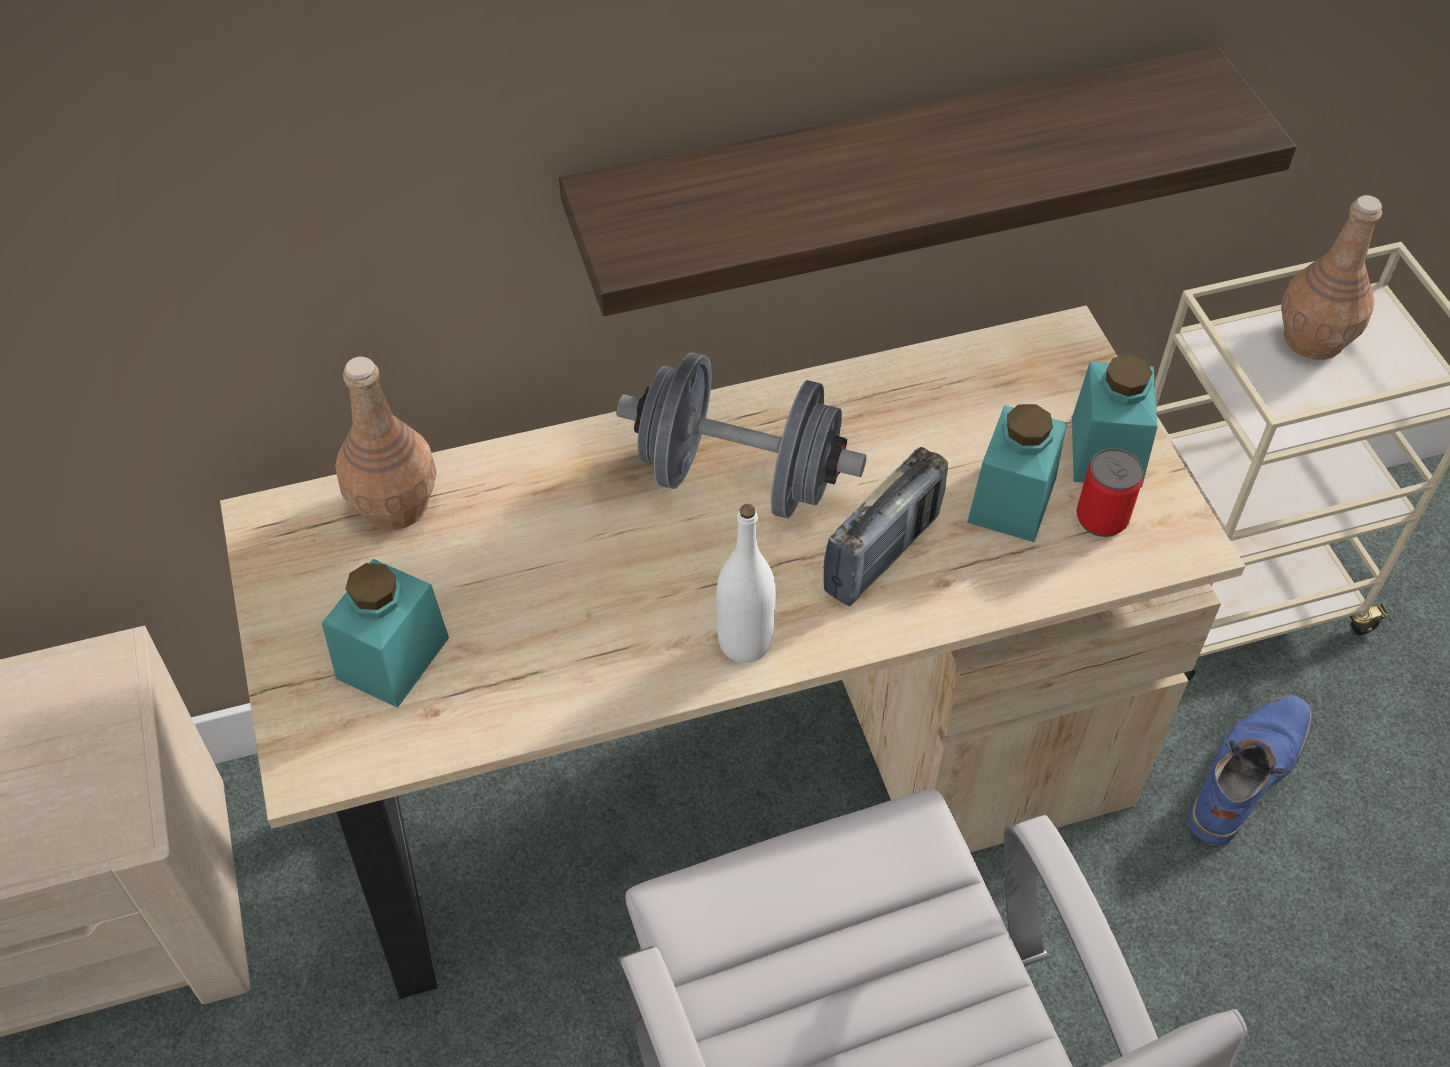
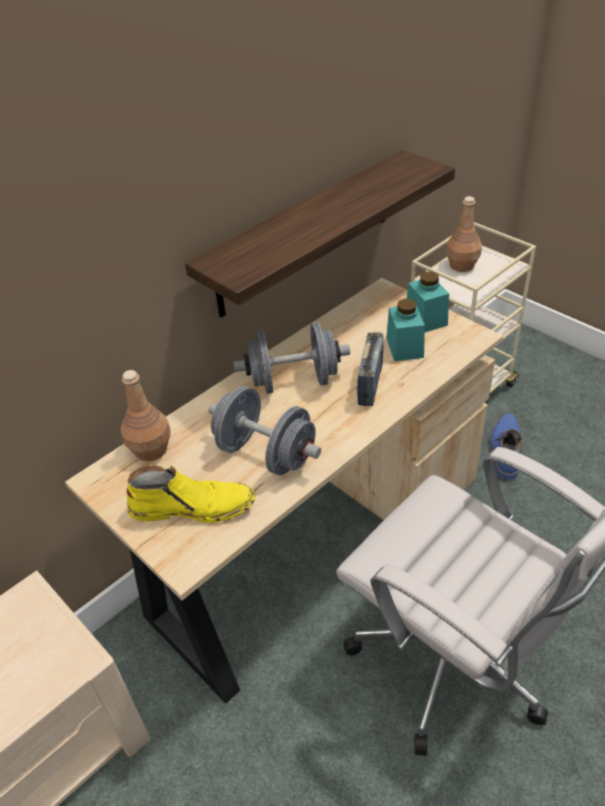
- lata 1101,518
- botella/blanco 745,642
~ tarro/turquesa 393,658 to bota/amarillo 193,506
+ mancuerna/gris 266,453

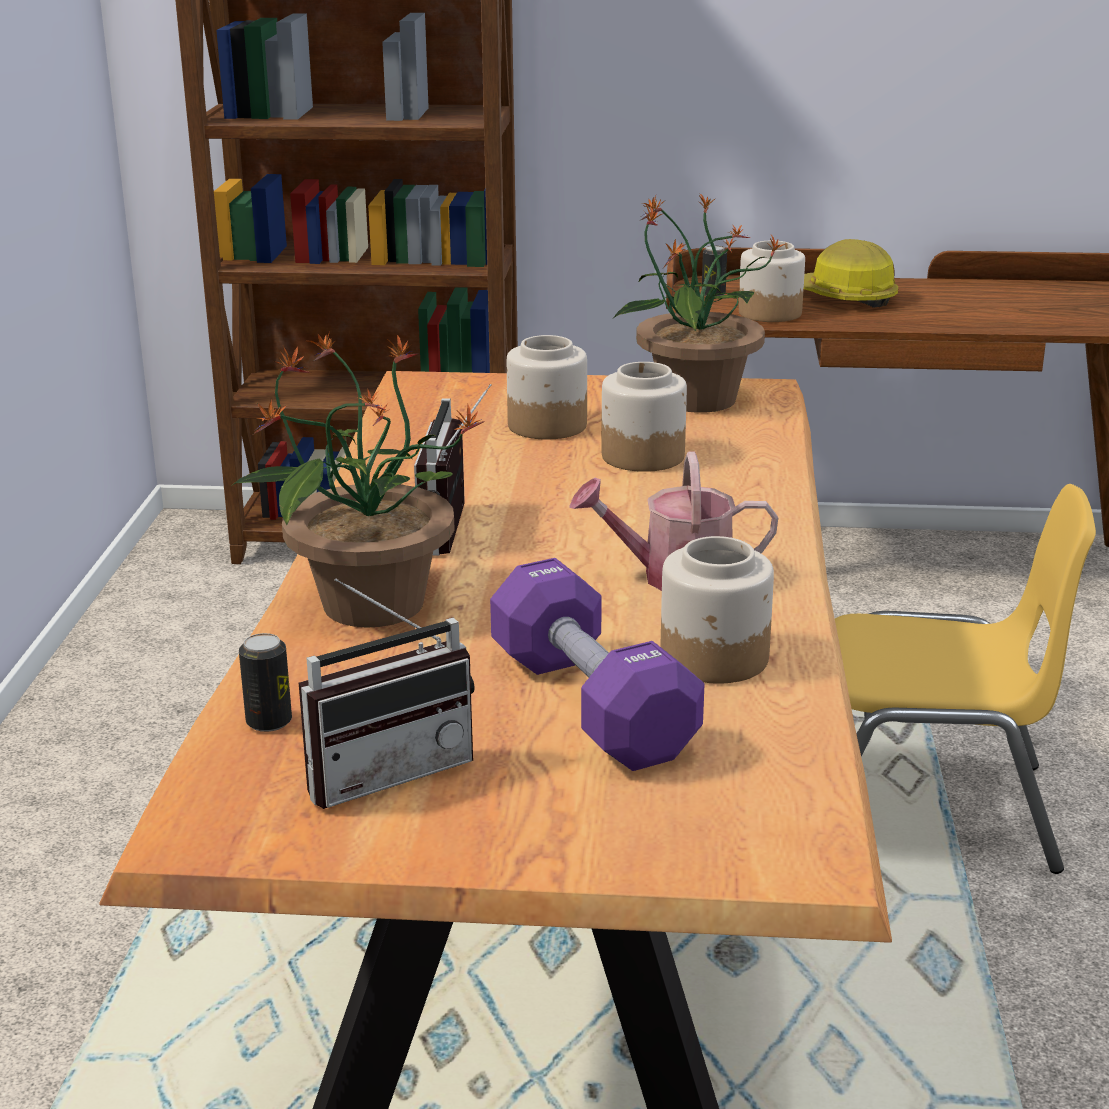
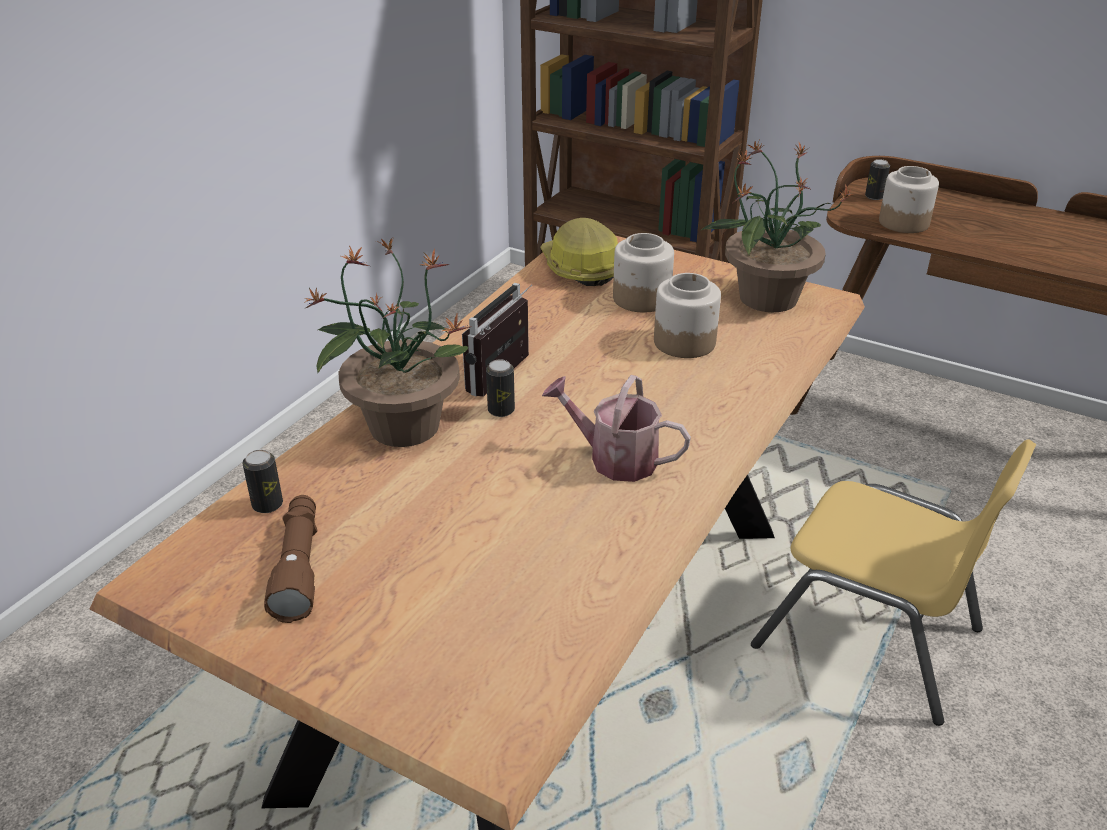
~ casco 844,298 to 580,268
- tarro 715,658
- mancuerna/morado 591,705
~ radio 384,769 to linterna/marrón 299,567
+ lata 501,410

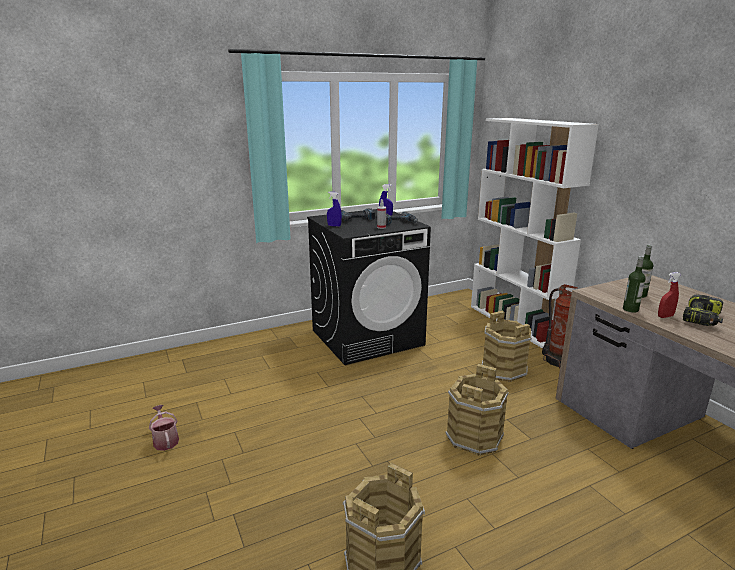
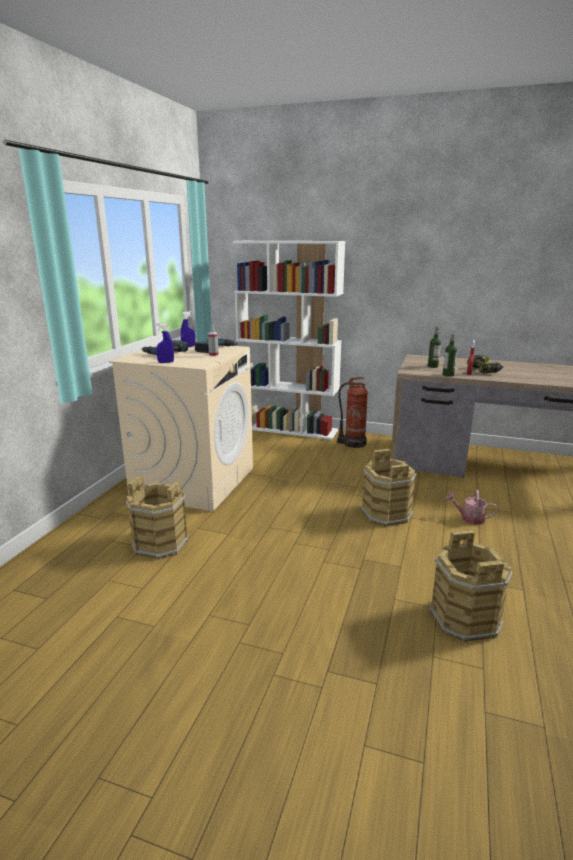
~ lavadora/negro 367,337 to lavadora/beis 194,481
~ cubo/marrón 504,370 to 160,543
~ regadera 165,440 to 469,518

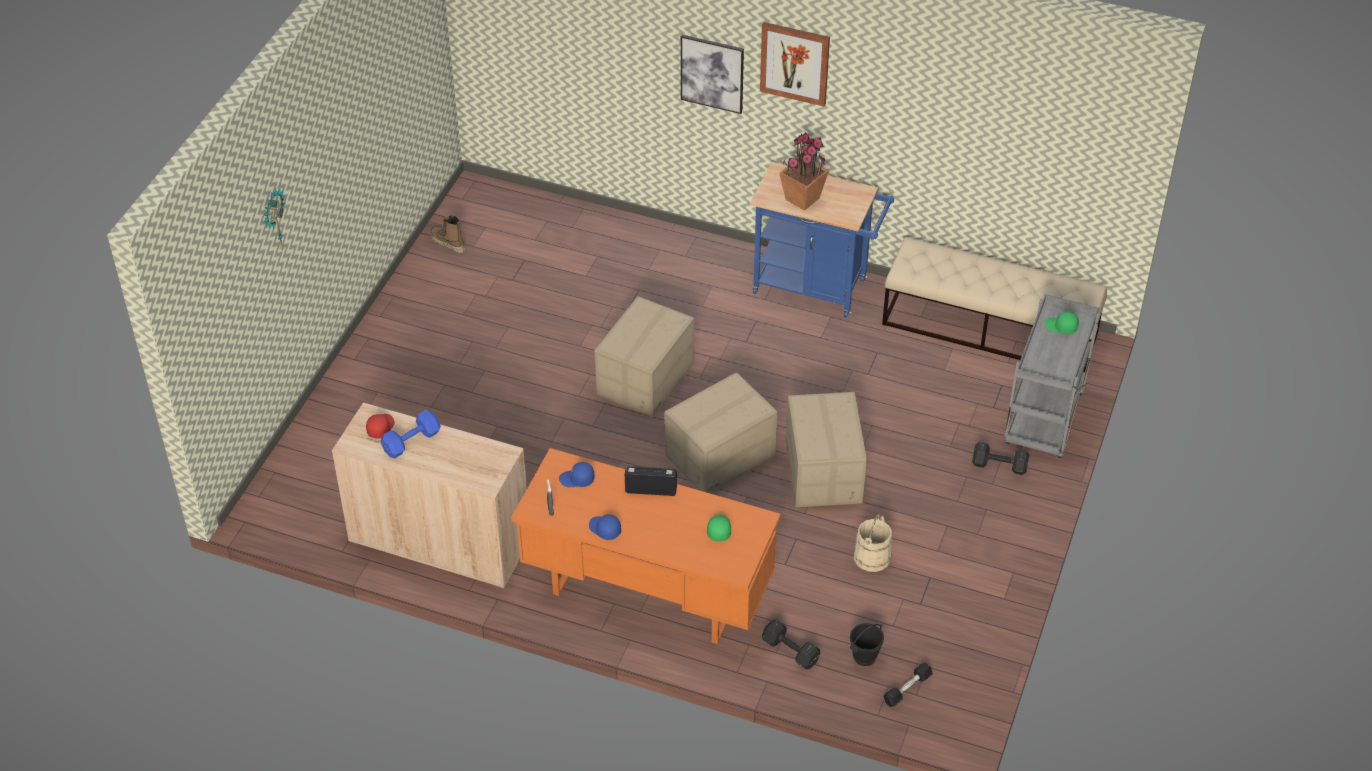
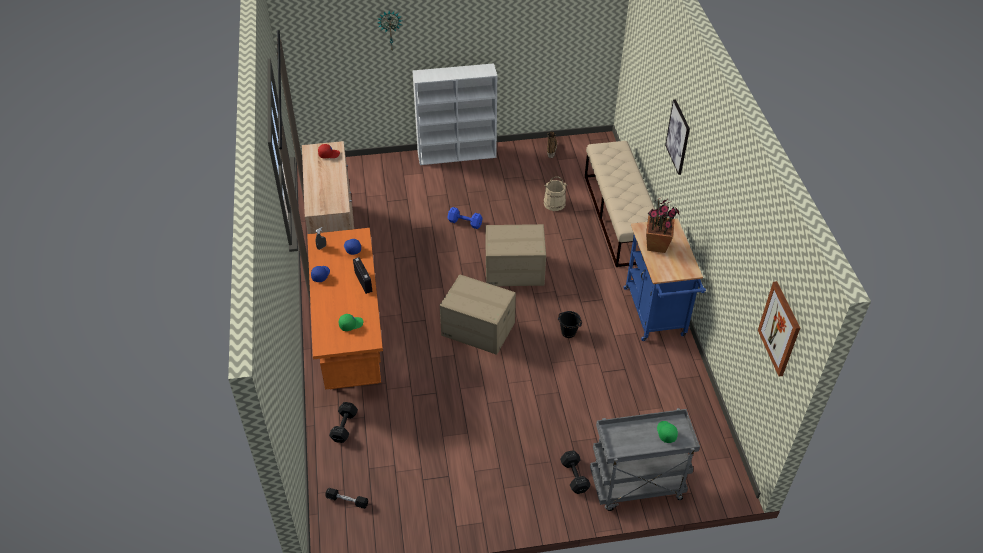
~ cuadro 795,63 to 780,329
~ banco/beis 990,329 to 619,218
- caja de cartón 824,471
~ mancuerna/azul 410,442 to 464,222
~ cubo/beis 871,556 to 554,203
~ cubo/negro 865,657 to 568,333
+ estantería/blanco 457,154

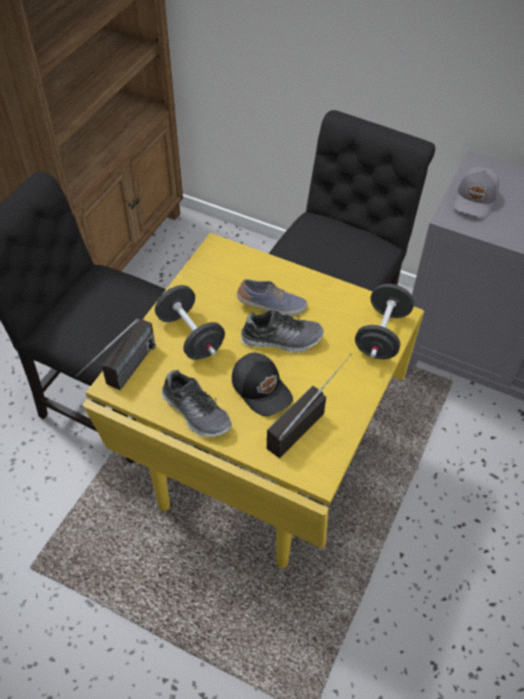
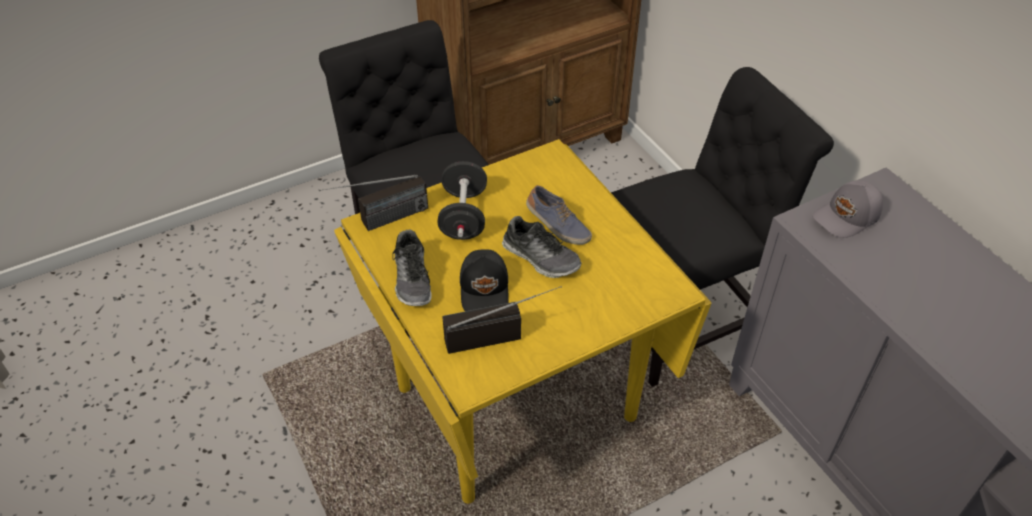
- mancuerna/negro 382,335

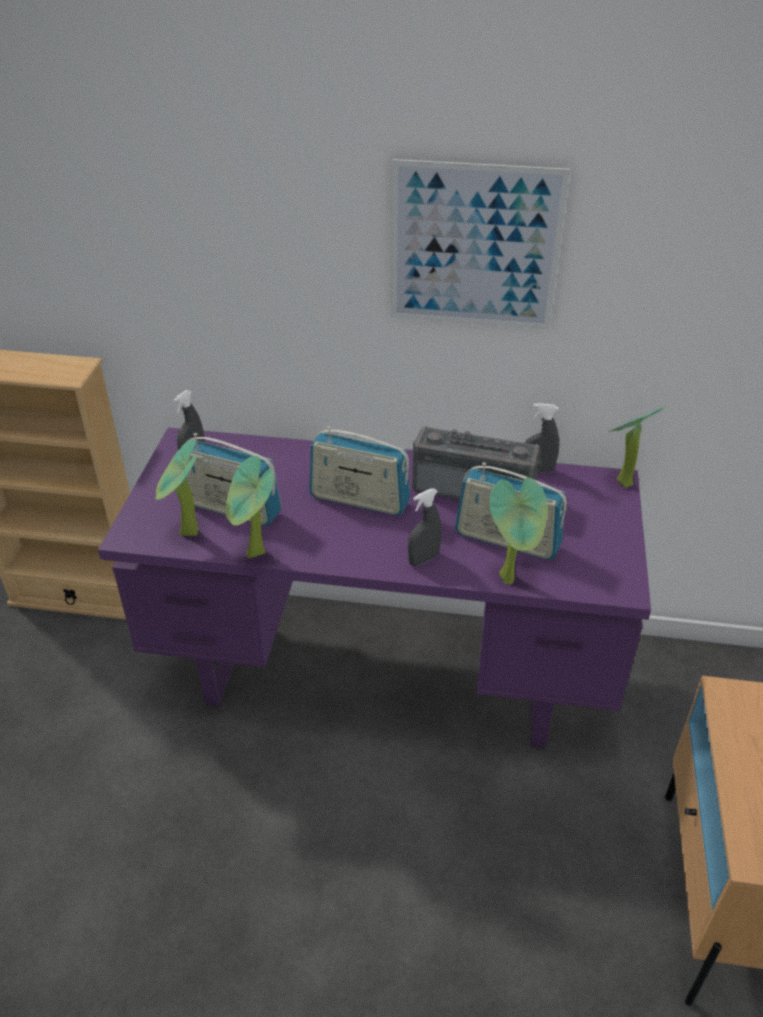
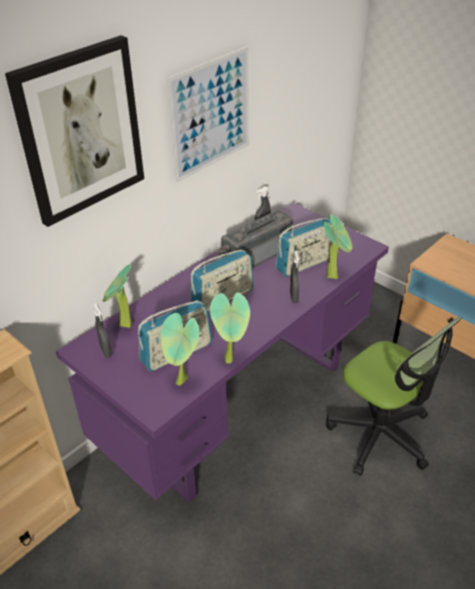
~ planta en maceta 620,483 to 123,326
+ cuadro 80,131
+ silla de oficina 380,435

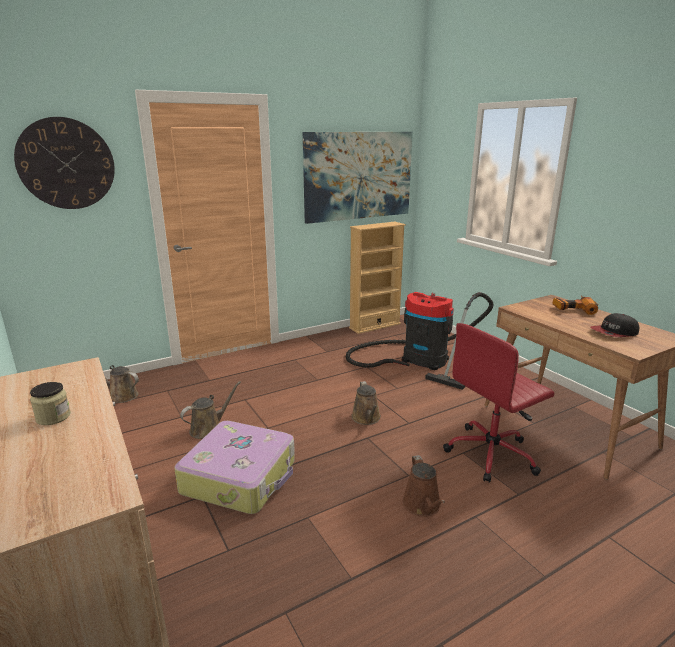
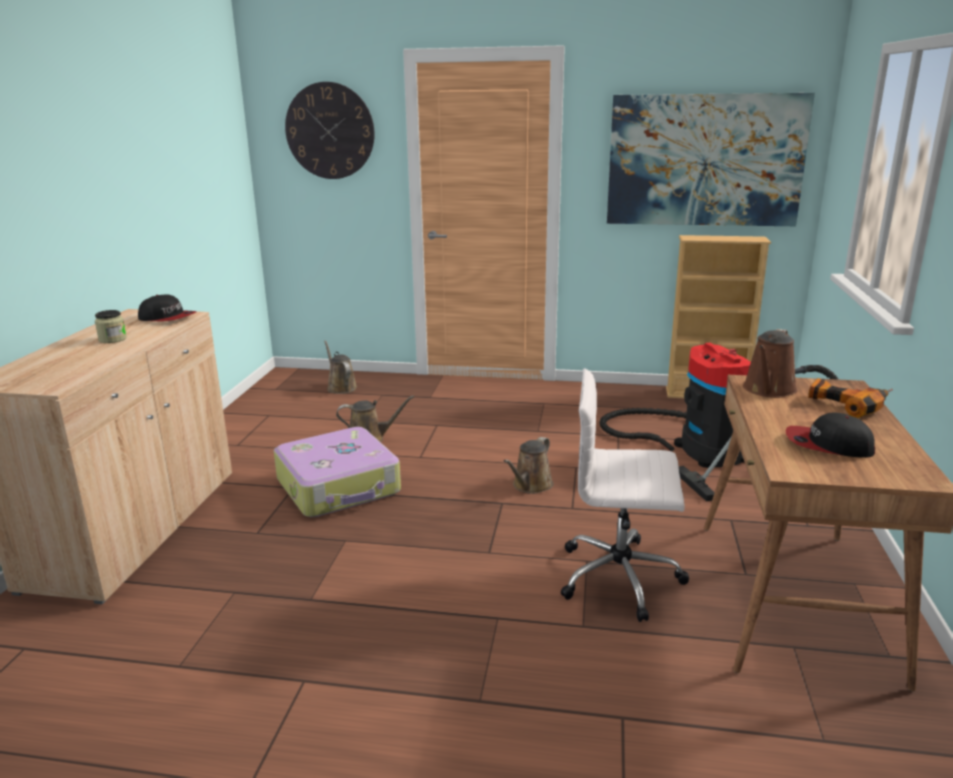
~ silla de oficina/rojo 492,454 to silla de oficina/blanco 621,577
~ regadera/marrón 423,506 to 768,390
+ gorra 168,318

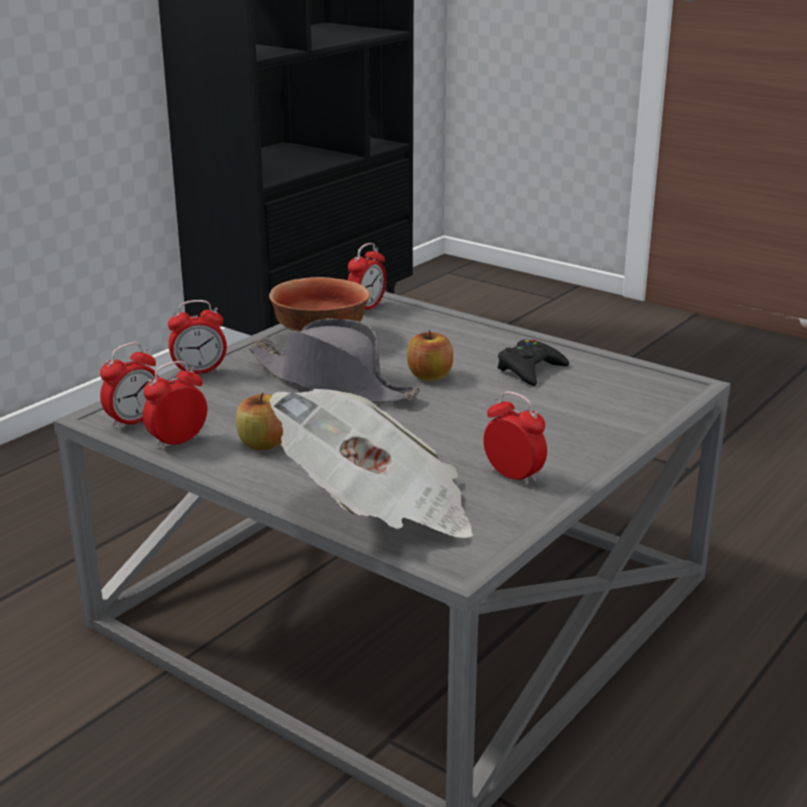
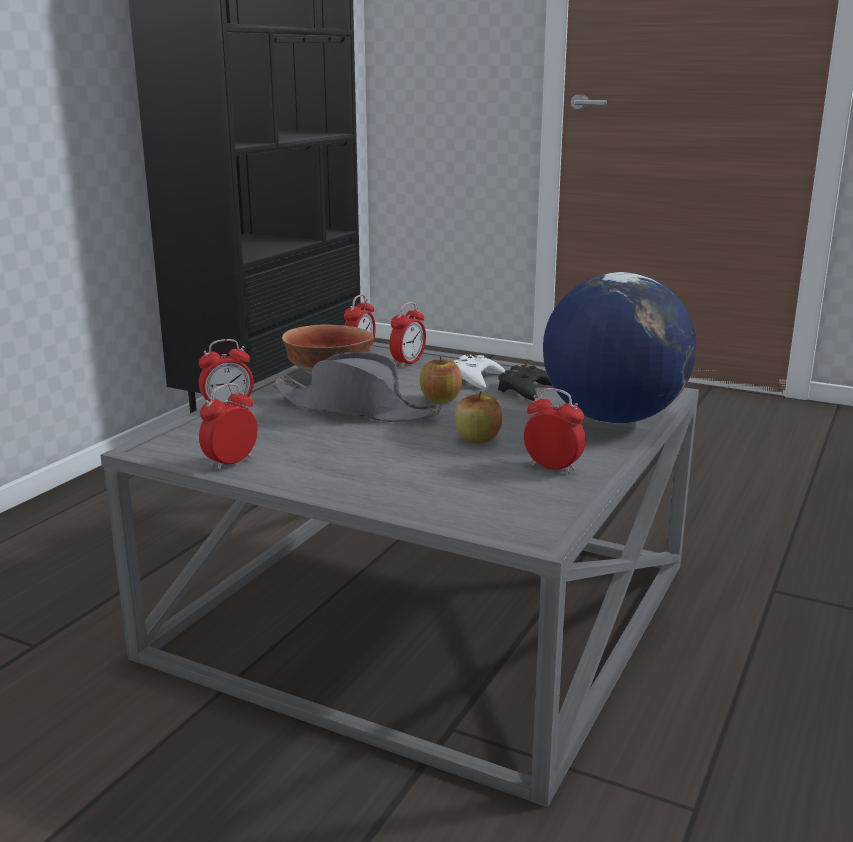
~ despertador 134,421 to 408,363
- periódico 377,510
~ manzana 263,444 to 477,439
+ globo terráqueo 612,418
+ mando de consola/blanco 474,378

